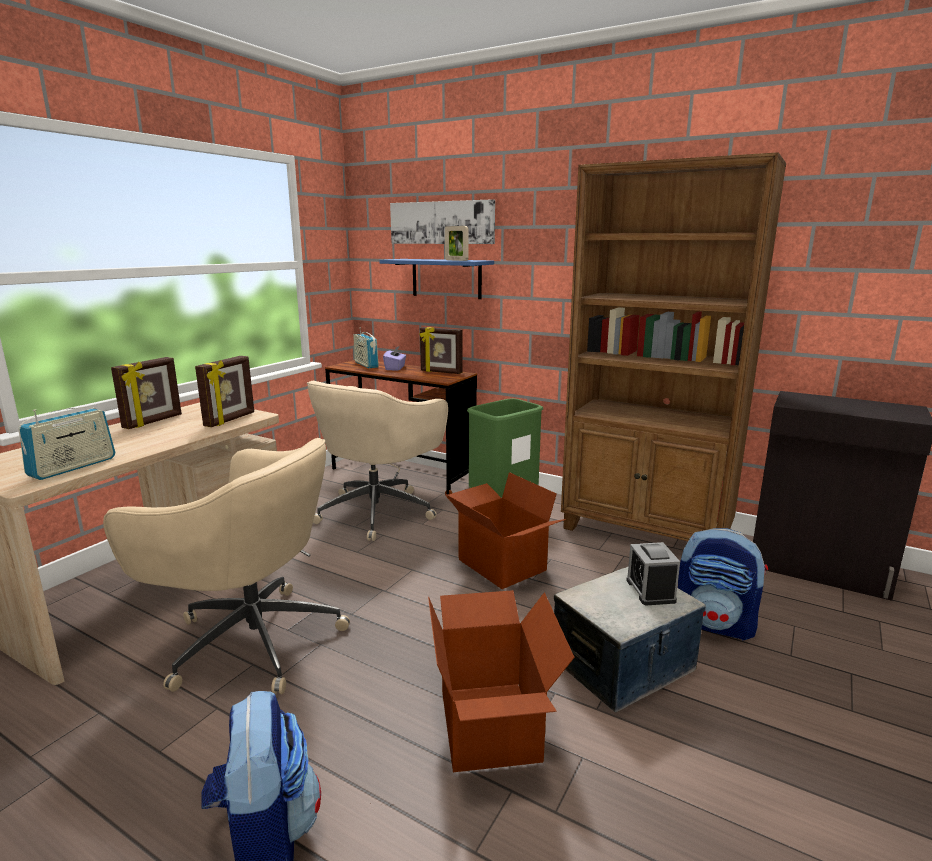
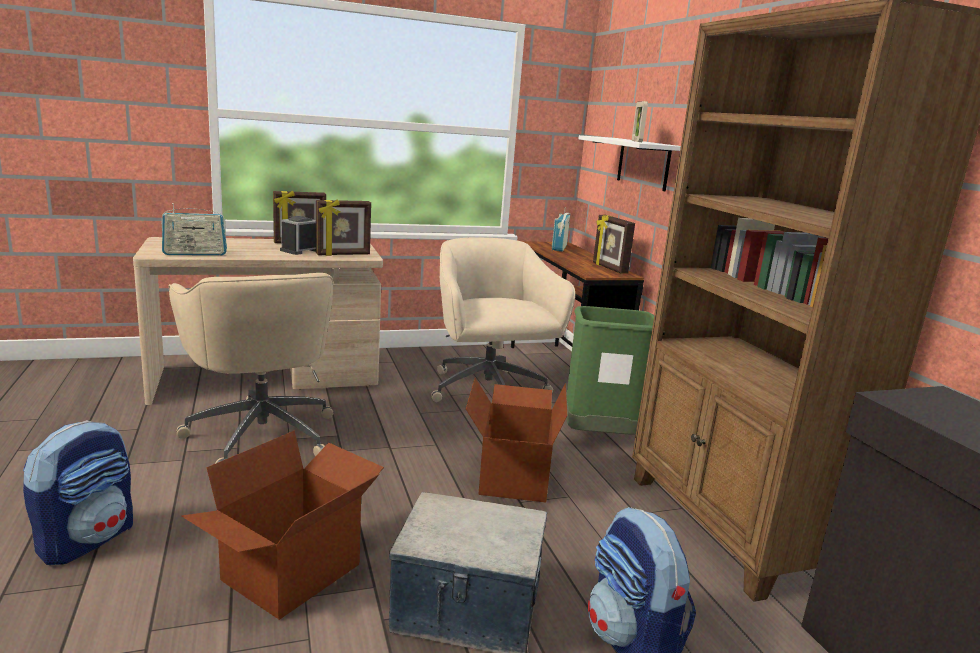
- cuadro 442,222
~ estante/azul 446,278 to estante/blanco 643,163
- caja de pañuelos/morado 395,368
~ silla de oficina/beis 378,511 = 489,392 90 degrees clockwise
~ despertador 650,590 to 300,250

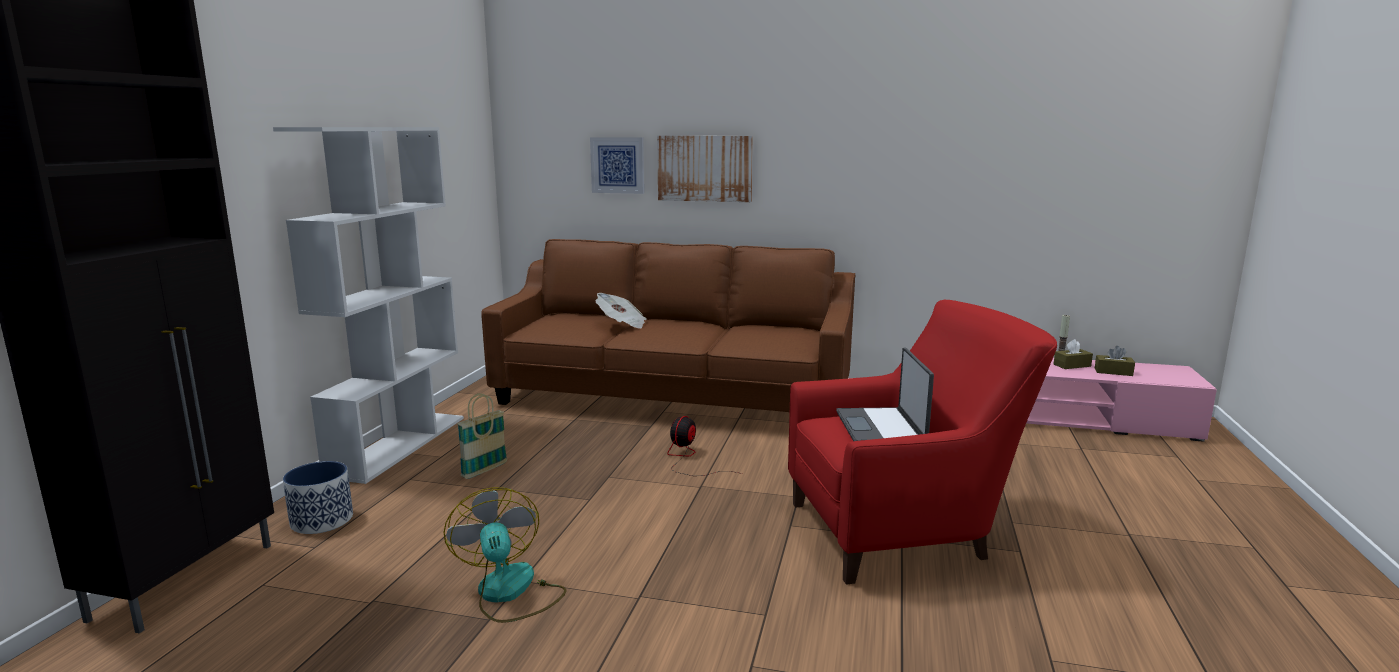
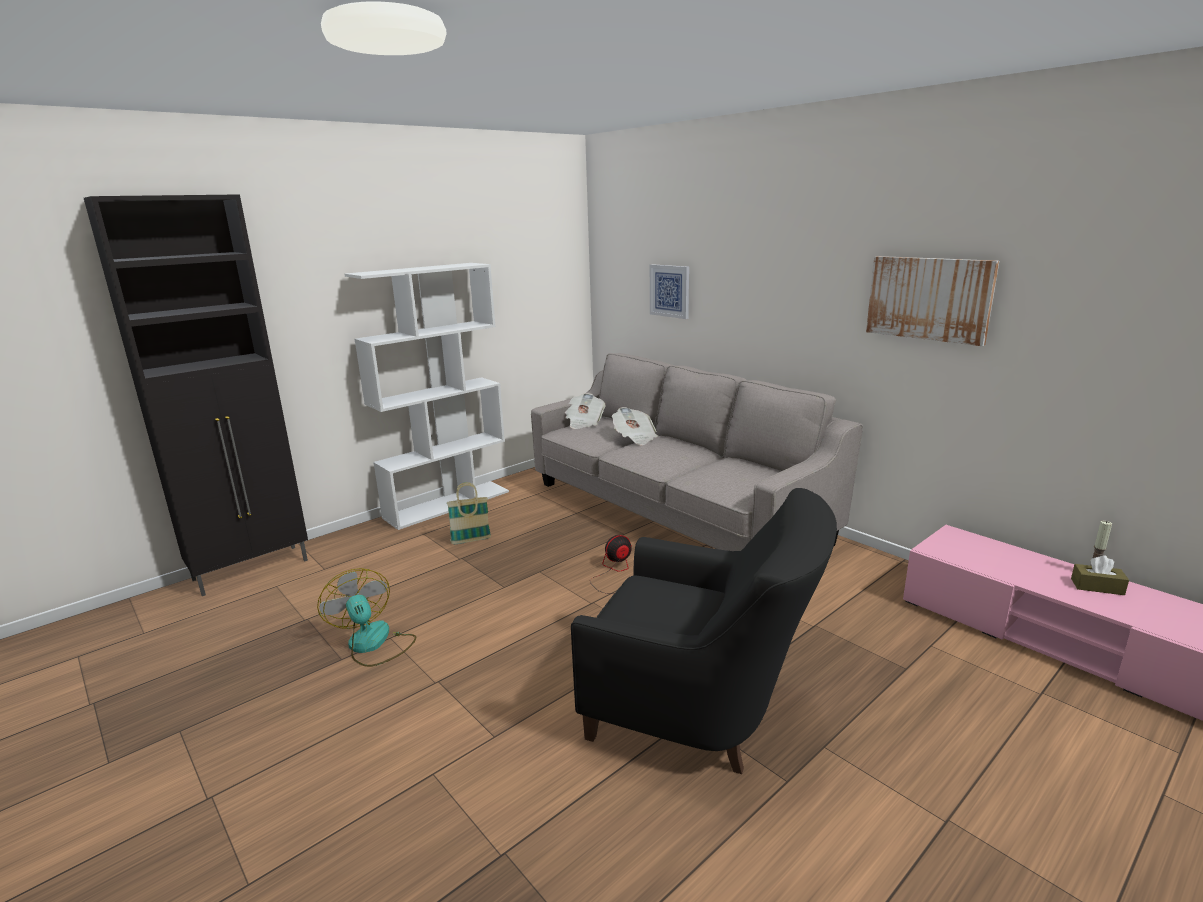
~ cuadro 705,168 to 929,298
~ sofá/marrón 674,399 to sofá/gris 675,511
~ sillón/rojo 905,531 to sillón/negro 702,711
- caja de pañuelos/marrón 1113,372
- portátil 882,429
- maceta 322,520
~ ventilador 509,593 = 373,644 45 degrees counterclockwise
+ periódico 584,422

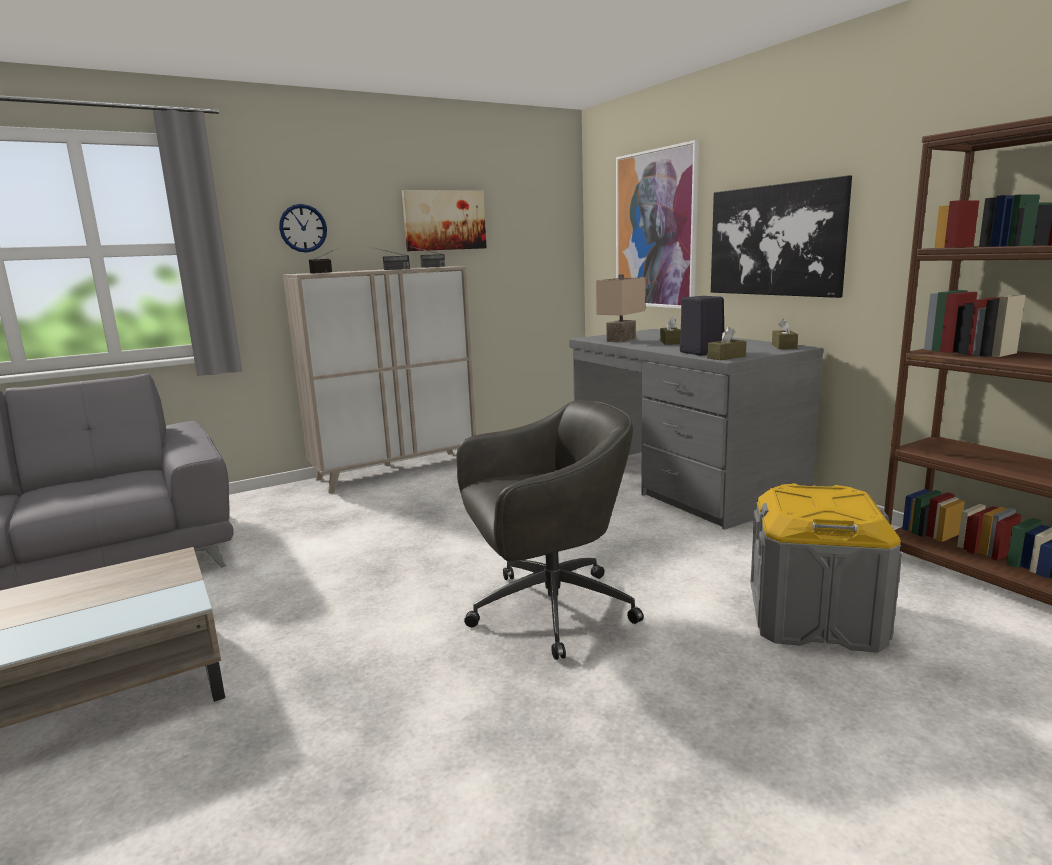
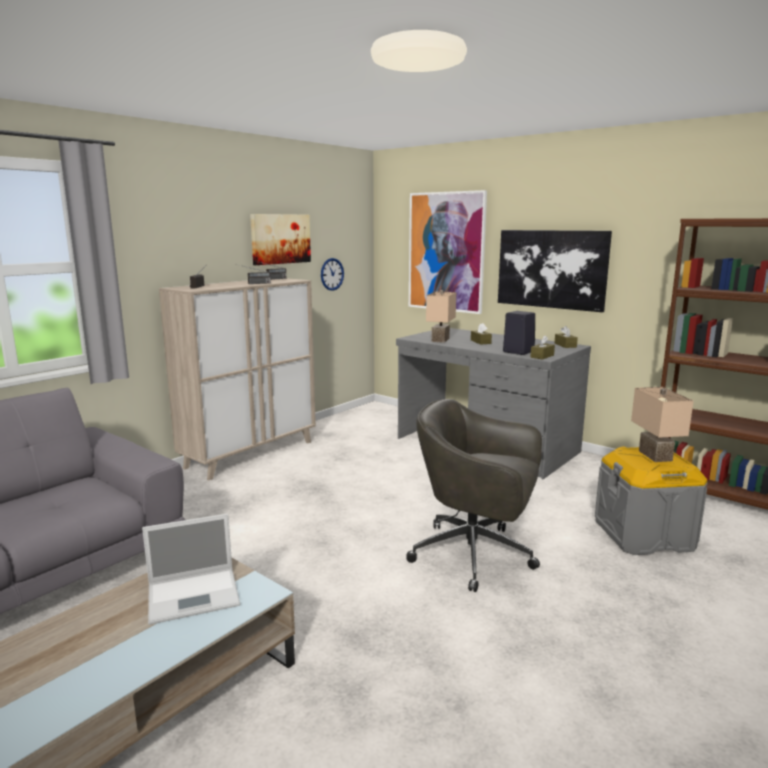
~ reloj de pared 303,228 to 332,274
~ silla de oficina/gris 547,610 = 475,555 120 degrees counterclockwise
+ lámpara de mesa/beis 657,456
+ portátil 195,595

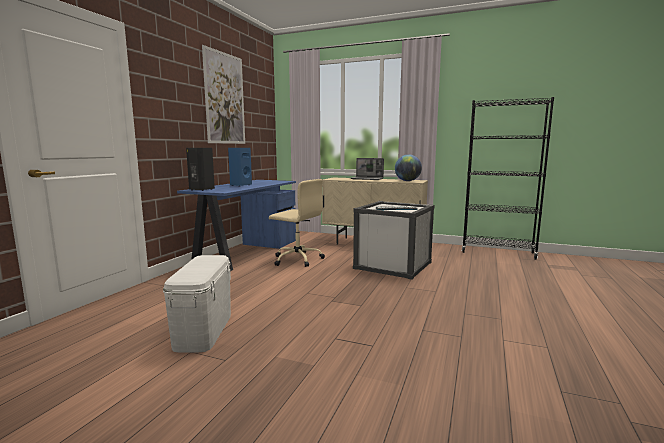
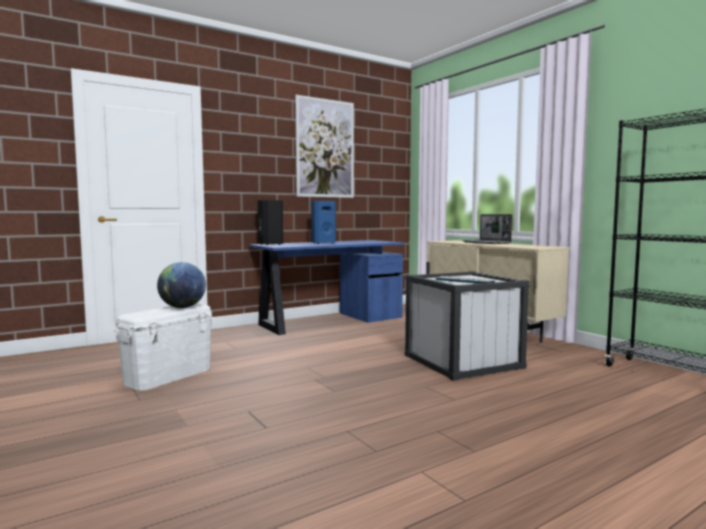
~ globo terráqueo 407,181 to 182,307
- silla de oficina/beis 297,259

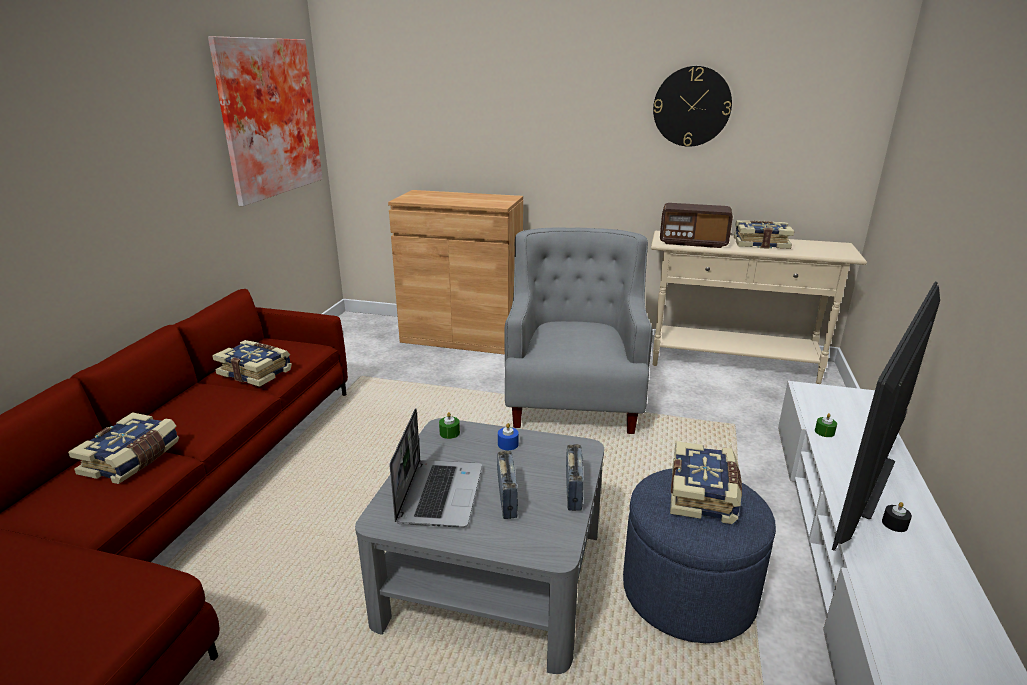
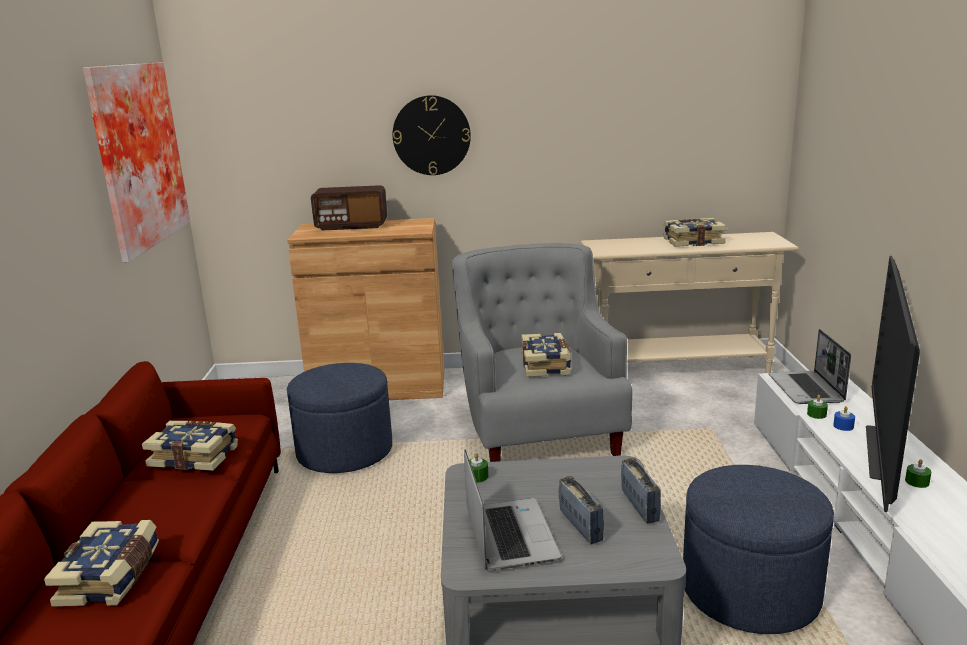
~ reloj de pared 691,106 to 431,135
~ radio 693,242 to 351,226
~ vela/azul 508,444 to 843,426
~ libro 704,494 to 546,365
~ vela/negro 894,524 to vela/verde 917,482
+ portátil 807,389
+ puf/azul 344,451

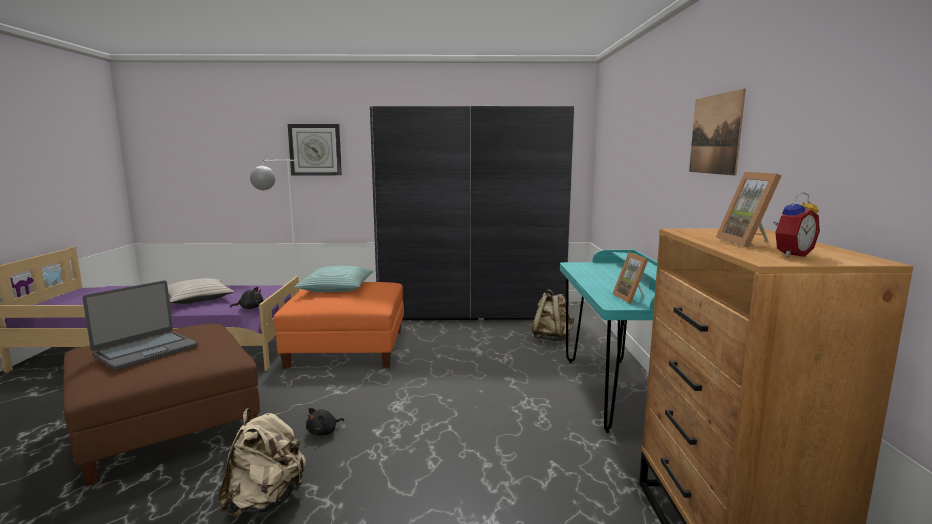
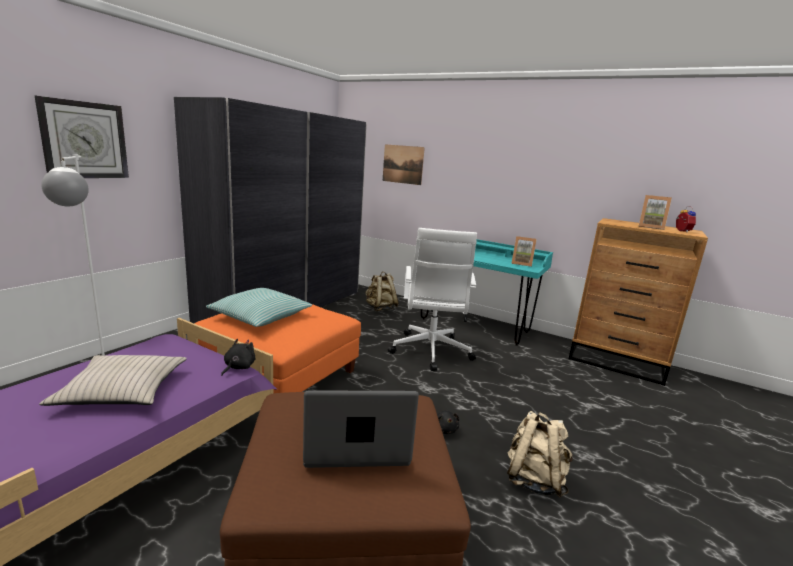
~ cuadro 715,134 to 403,164
~ portátil 146,351 = 356,444 75 degrees counterclockwise
+ silla de oficina/blanco 430,352

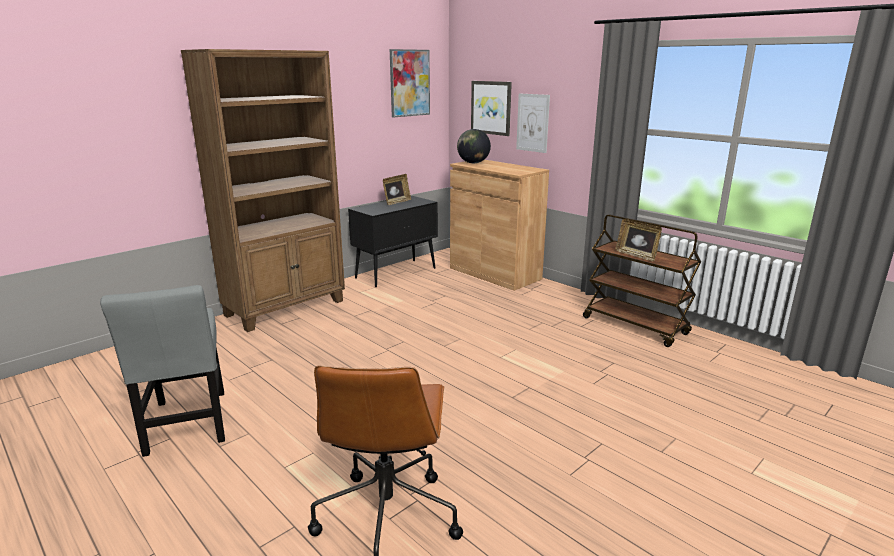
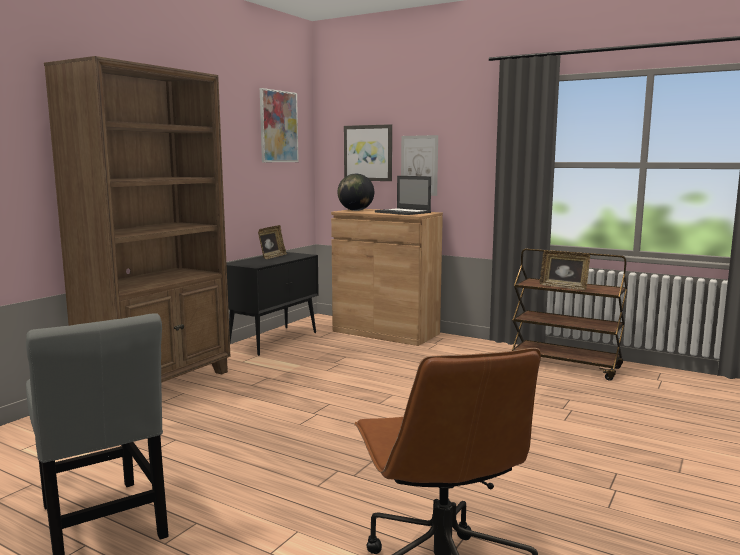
+ portátil 403,212

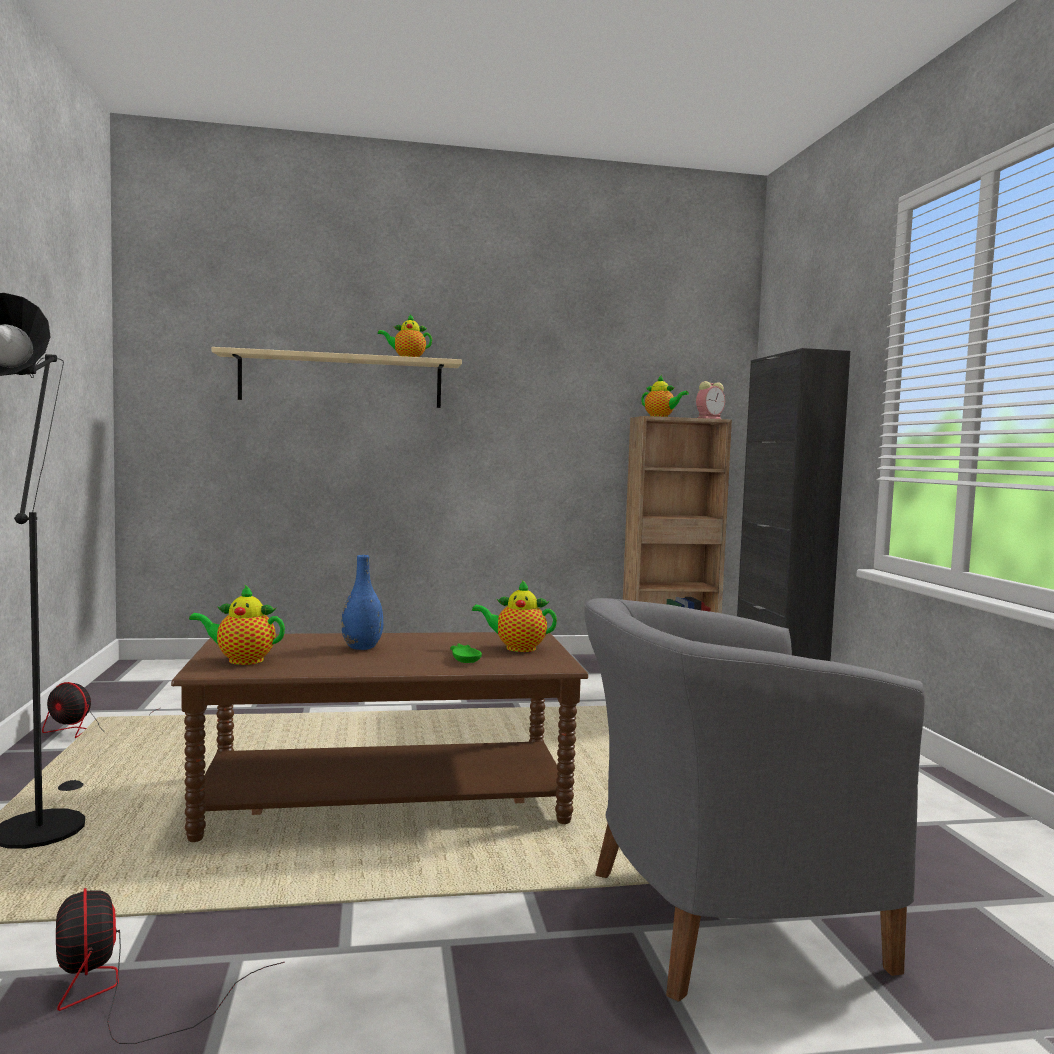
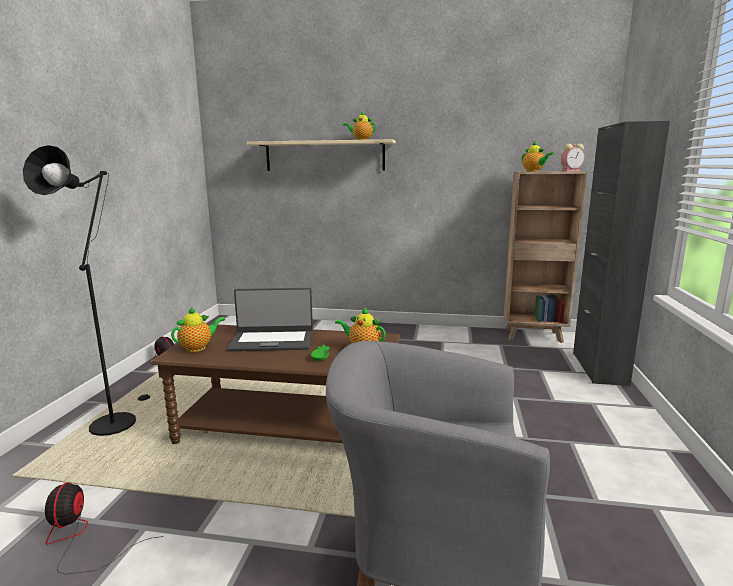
~ florero/azul 362,647 to portátil 272,341
~ tetera 241,660 = 198,348 120 degrees clockwise

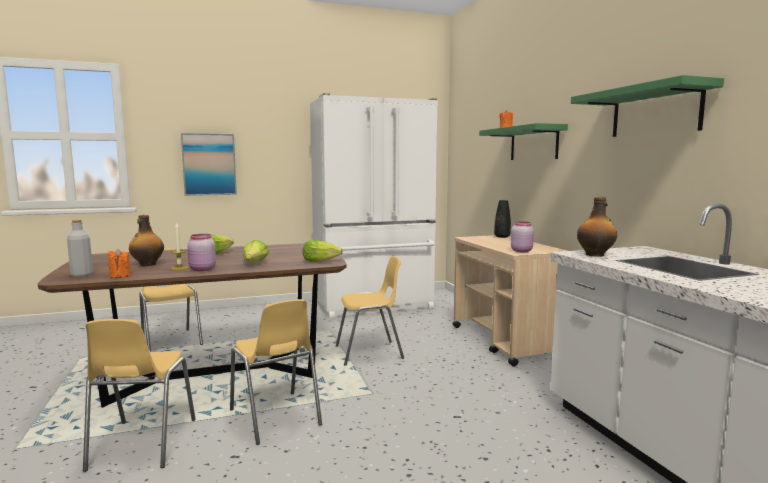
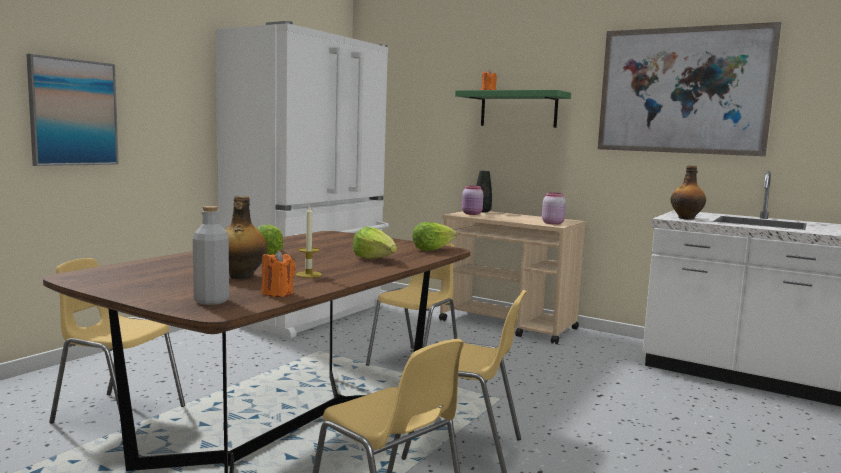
~ estante/verde 655,111 to cuadro 682,90
~ tarro/rosa 202,269 to 472,214

